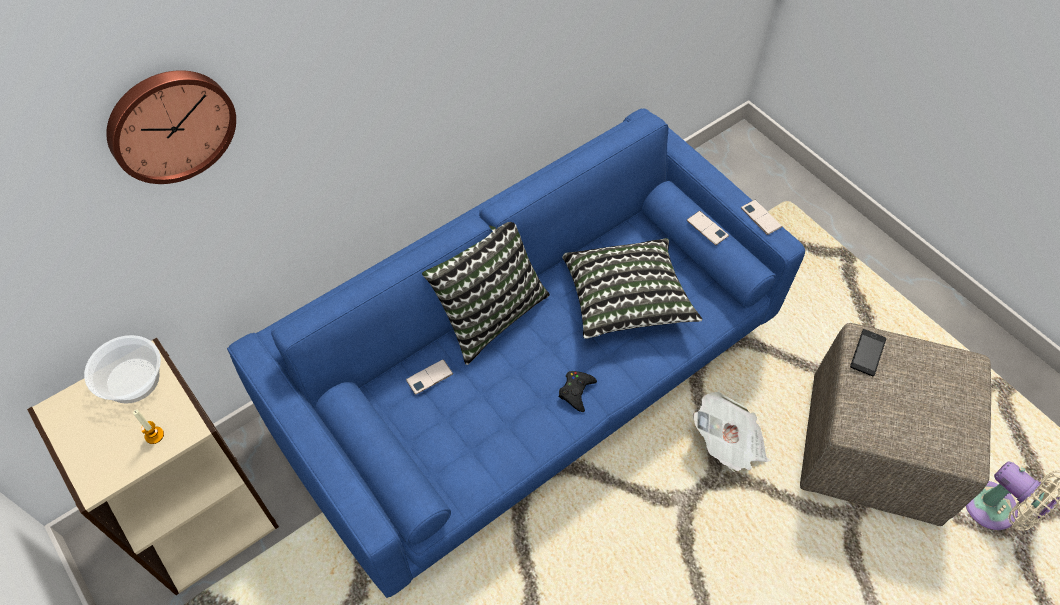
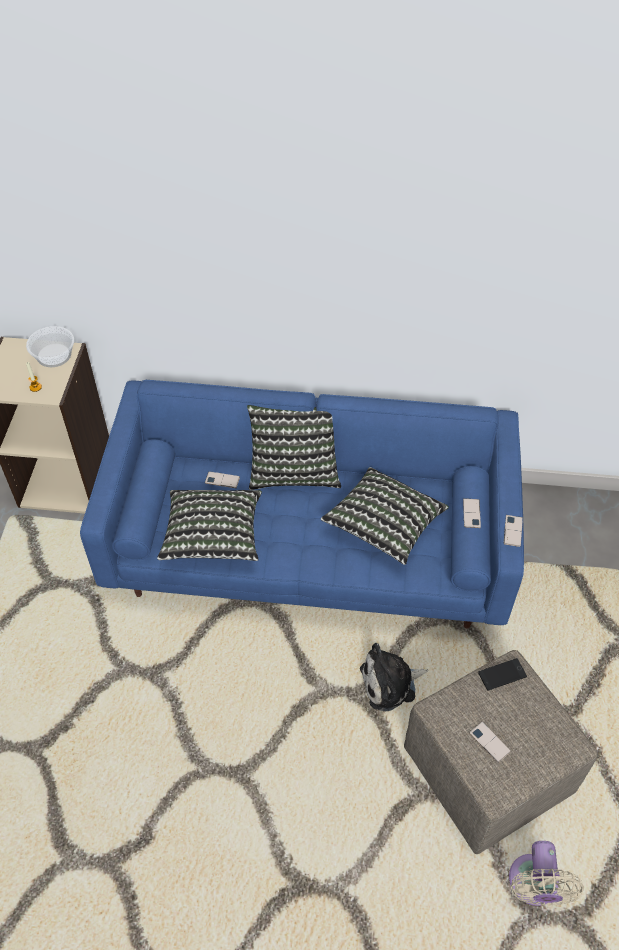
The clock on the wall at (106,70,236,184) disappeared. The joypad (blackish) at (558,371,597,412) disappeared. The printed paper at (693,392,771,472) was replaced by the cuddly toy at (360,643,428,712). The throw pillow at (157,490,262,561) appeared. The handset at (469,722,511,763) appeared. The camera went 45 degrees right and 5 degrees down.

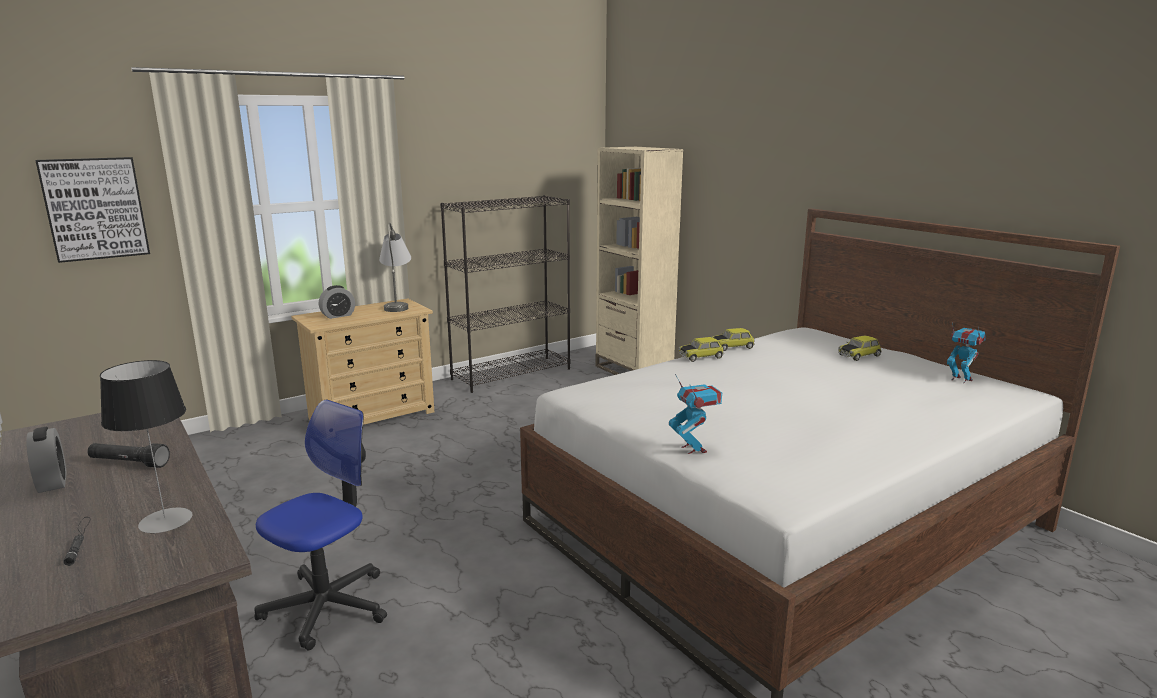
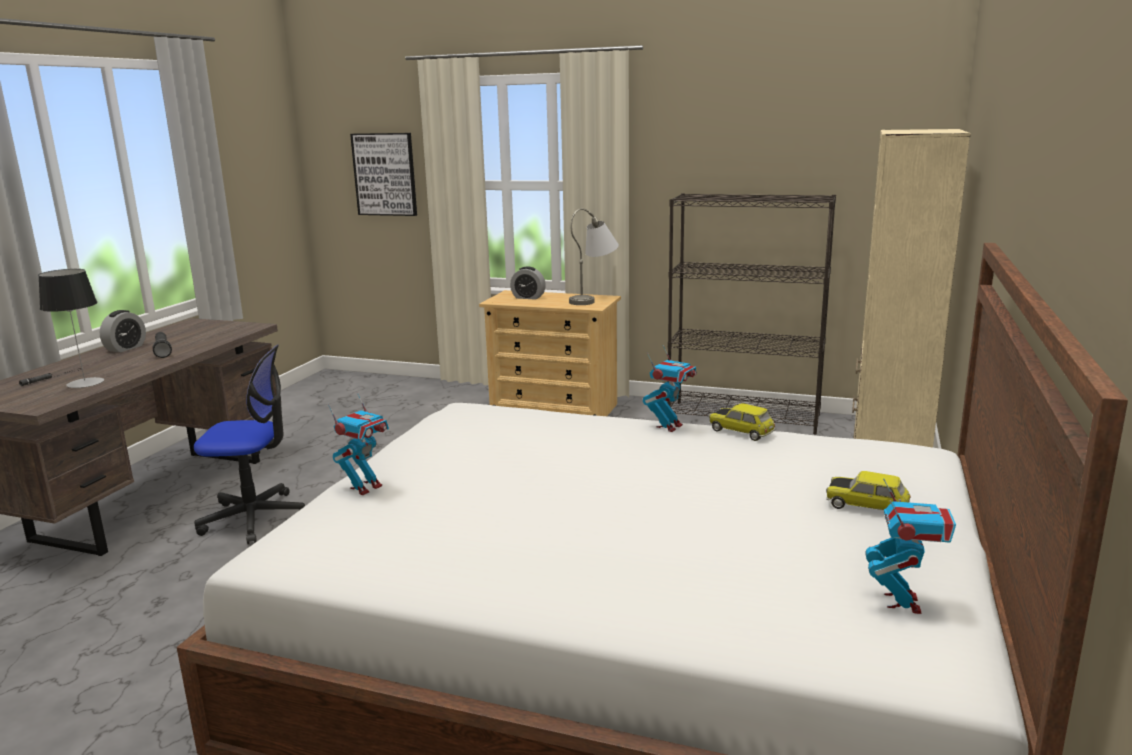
The toy car at (679,337,724,362) was replaced by the robot figure at (643,345,697,432). The camera went 55 degrees right and 0 degrees up.

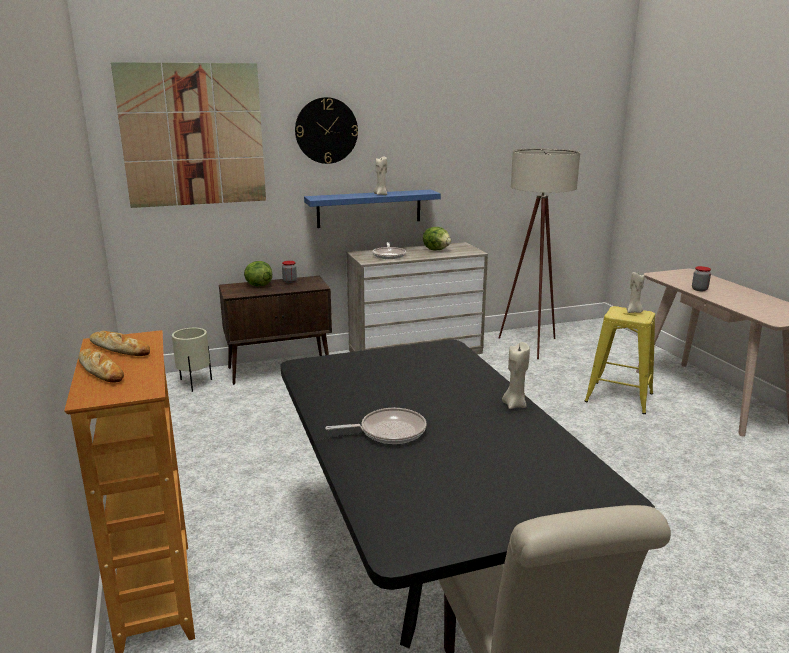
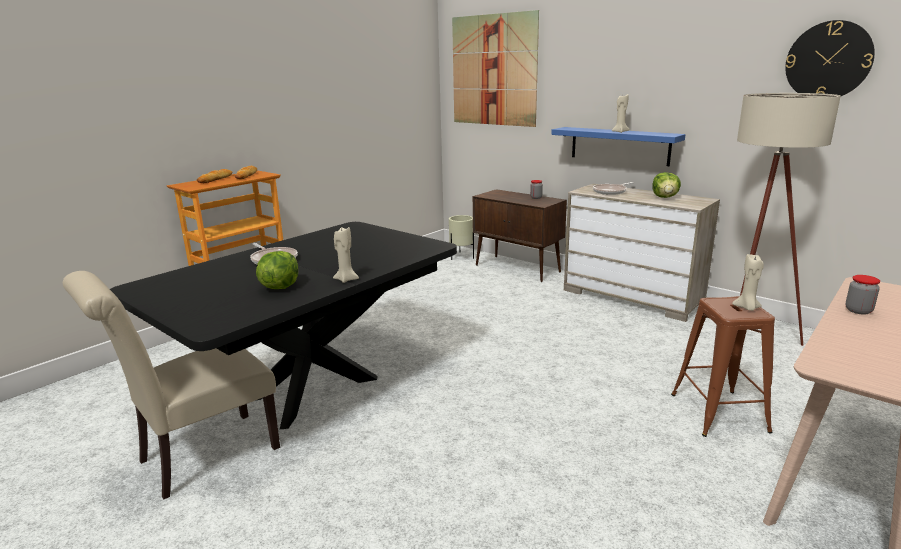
The lettuce moved from (244,261,272,286) to (256,251,298,289). The clock on the wall moved from (295,97,358,164) to (785,20,875,96). The sitting stool (yellow) at (584,306,655,414) became the sitting stool (brown) at (671,296,775,437). The camera went 60 degrees right and 0 degrees up.

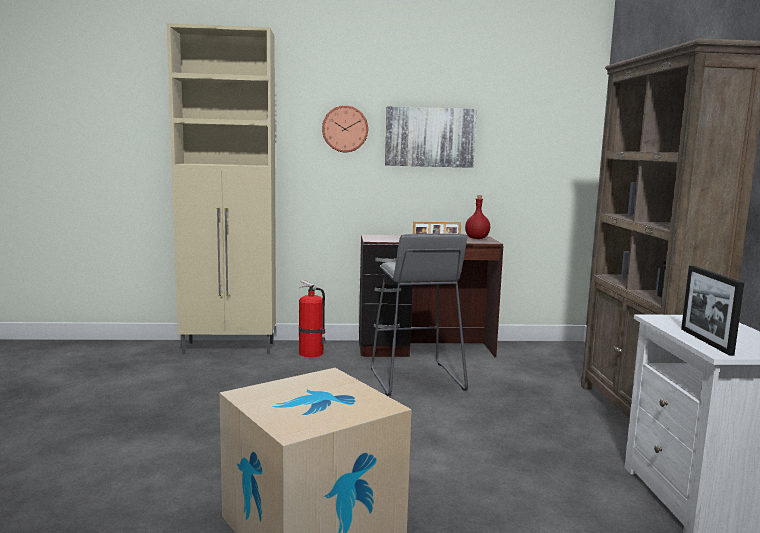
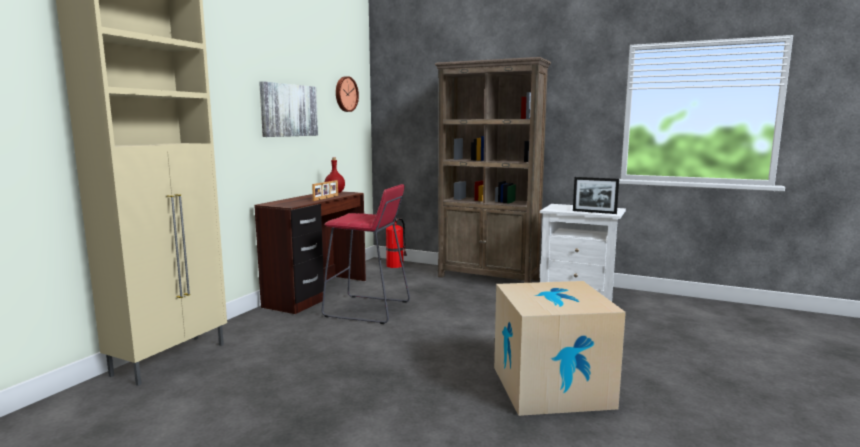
The fire extinguisher moved from (299,280,326,357) to (386,218,407,268). The clock on the wall moved from (322,105,368,152) to (336,76,359,112). The sitting stool (gray) at (371,233,468,396) became the sitting stool (reddish) at (322,184,410,324). The camera went 60 degrees left and 0 degrees up.

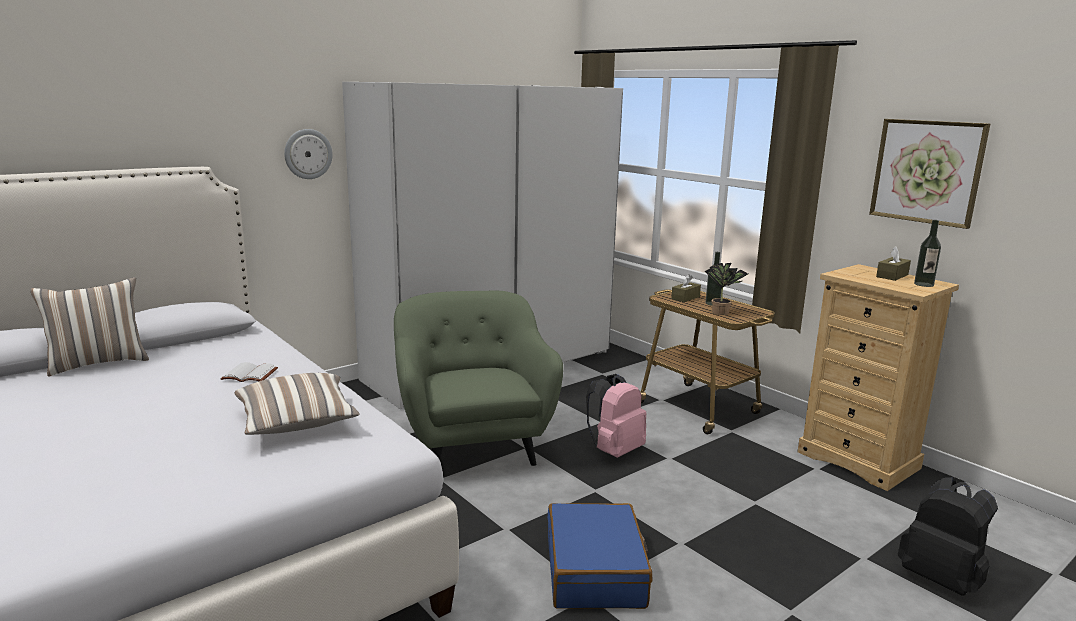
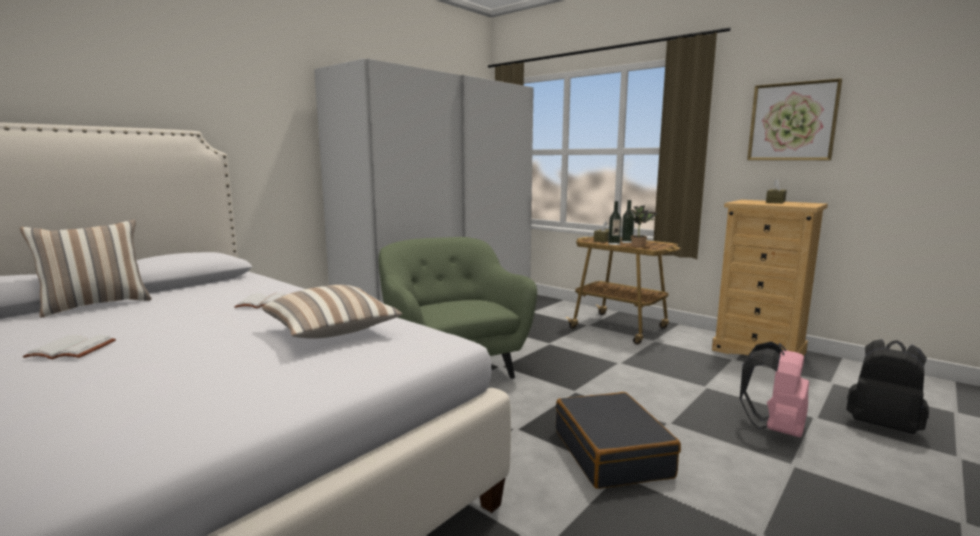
The clock on the wall at (284,129,333,179) disappeared. The travel case (blue) at (548,503,652,609) became the travel case (blackish) at (556,392,681,489). The rucksack (pink) moved from (586,374,646,458) to (740,342,809,437). The bottle moved from (914,220,941,287) to (608,201,622,245). The bound book (white-coloured) at (23,335,116,359) appeared. The camera went 10 degrees left and 5 degrees down.

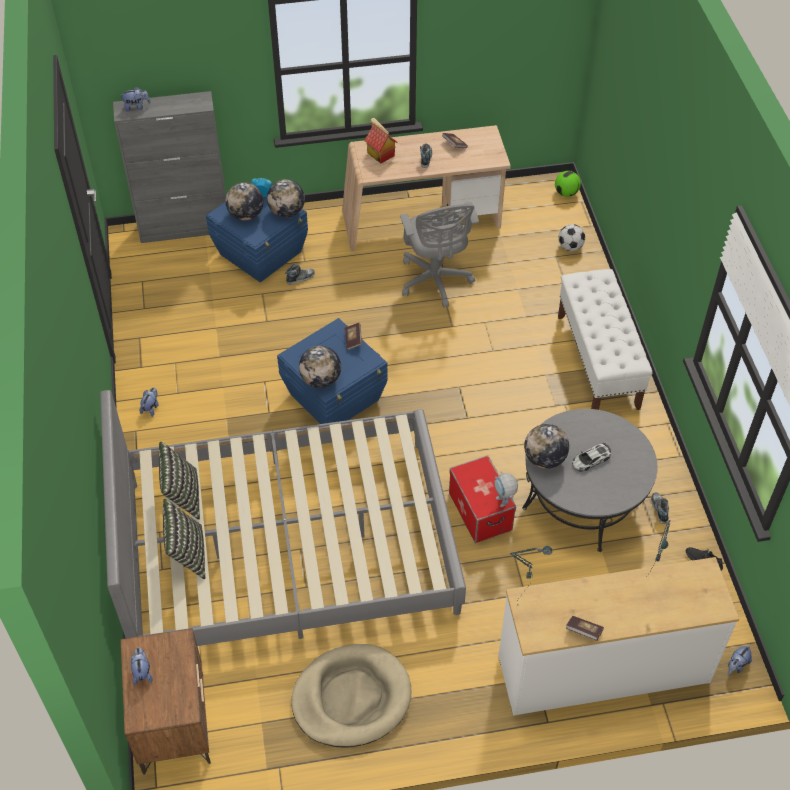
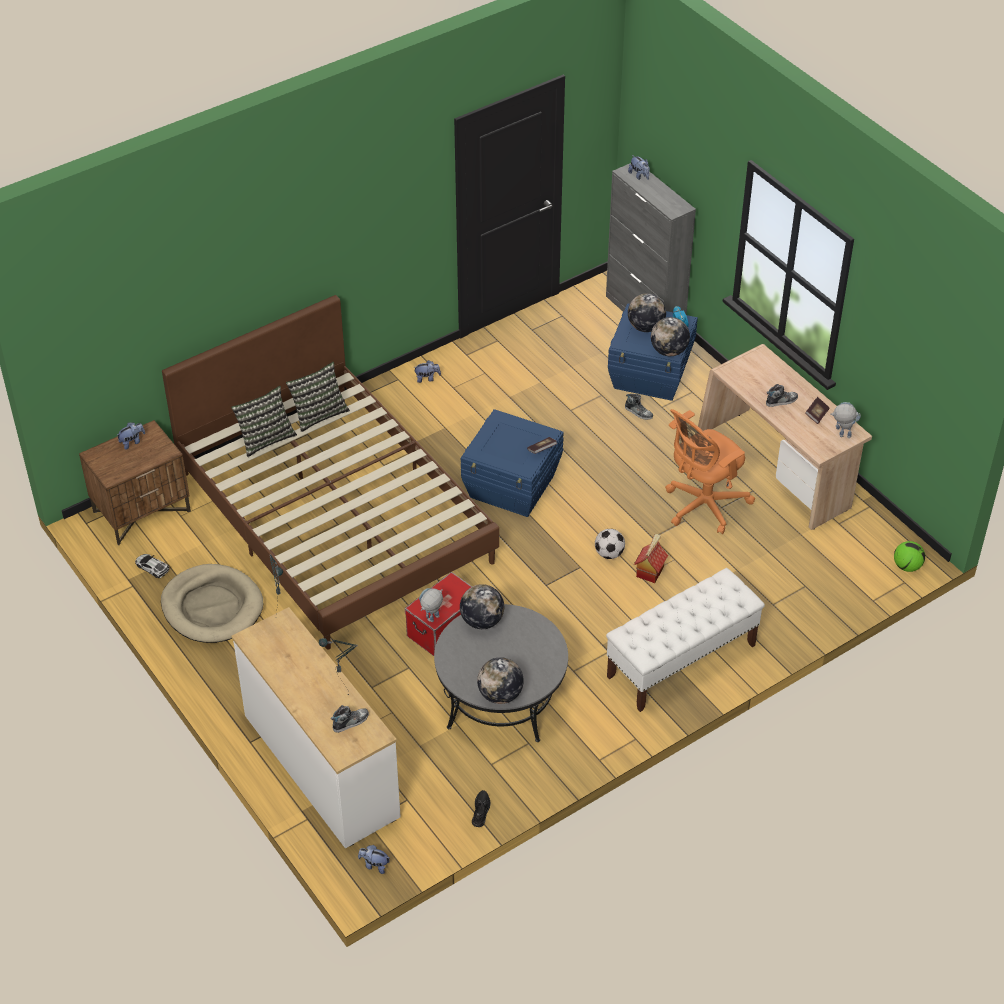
The bedroom bed (gray) at (100,390,466,646) became the bedroom bed (brown) at (162,295,499,650). The world globe moved from (299,346,341,388) to (477,657,524,704). The model house moved from (365,118,397,163) to (634,534,668,583). The computer chair (gray) at (400,202,479,307) became the computer chair (orange) at (665,409,755,534). The ball for football moved from (558,224,585,251) to (595,529,625,559). The bound book at (566,616,604,641) disappeared. The toy car moved from (572,443,611,472) to (135,554,170,578). The shoe moved from (651,492,669,524) to (331,705,369,733). The robot figure at (830,402,861,438) appeared. The camera went 65 degrees right and 5 degrees down.

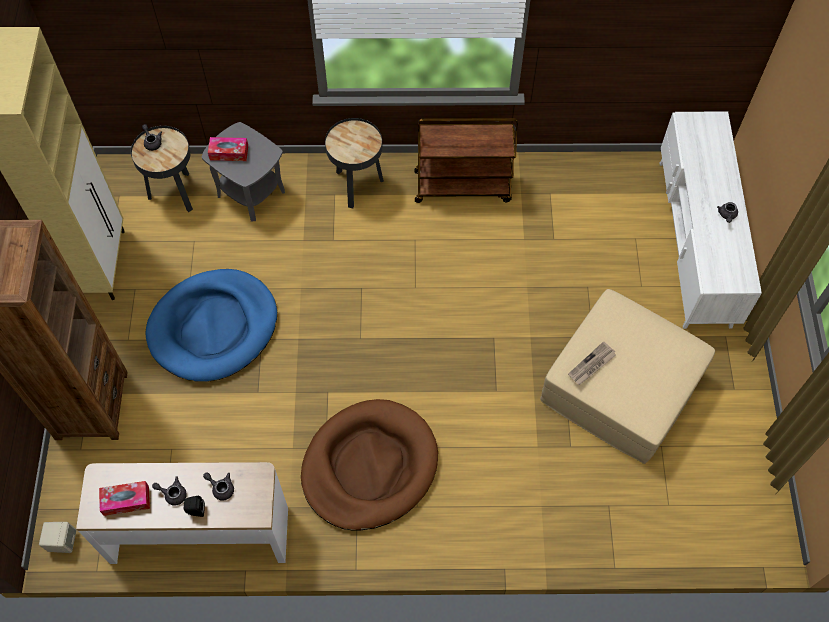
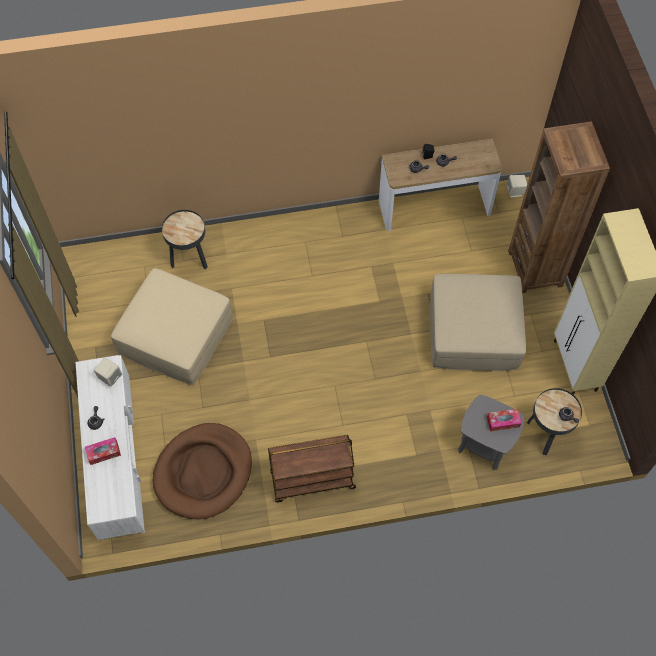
The tissue holder moved from (99,481,150,516) to (85,437,121,465). The dog cushion (blue) at (146,269,277,382) was replaced by the pouffe (sand-coloured) at (430,274,526,371). The dog cushion (brown) moved from (301,399,438,530) to (153,423,252,519). The side table (blackish) moved from (325,118,384,208) to (162,210,208,270). The printed paper at (568,341,616,385) disappeared. The speaker (sand-coloured) at (94,358,122,387) appeared. The camera went 170 degrees right and 0 degrees up.

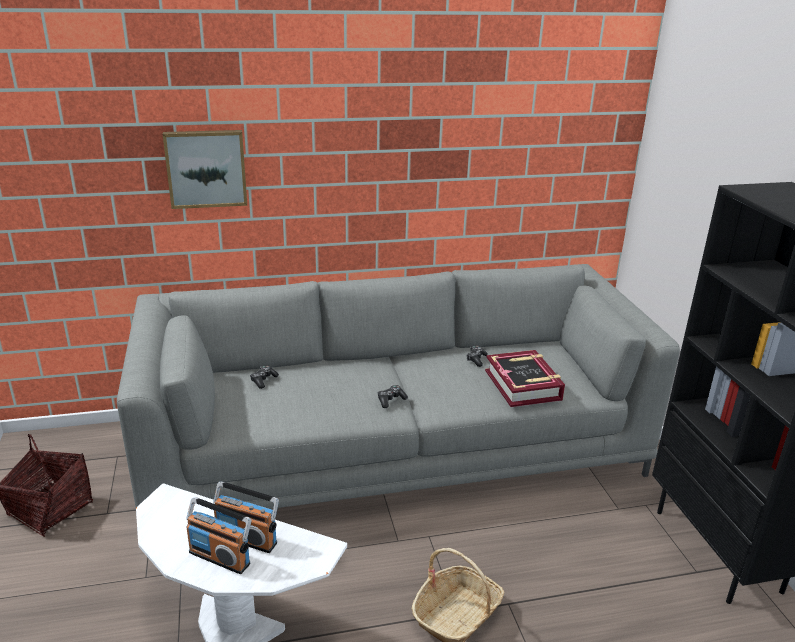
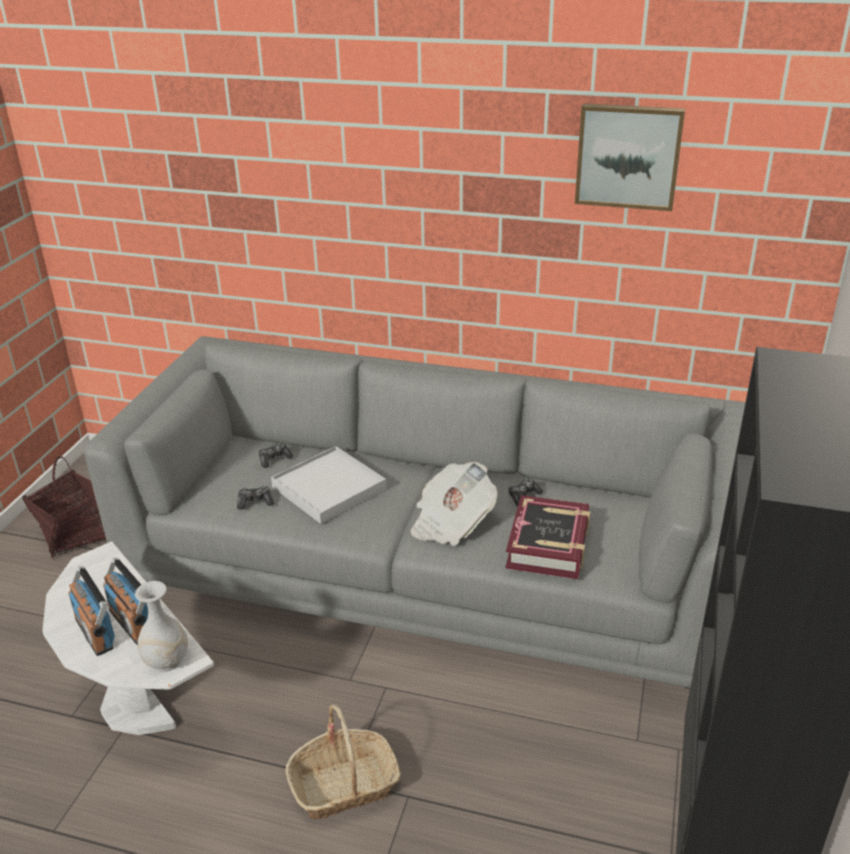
The wall art moved from (163,130,247,209) to (575,103,685,211). The joypad moved from (378,385,408,408) to (237,486,274,510). The decorative vase (white-coloured) at (135,581,188,672) appeared. The serving tray (white-coloured) at (271,446,386,524) appeared. The printed paper at (411,462,497,546) appeared. The camera went 30 degrees right and 5 degrees up.

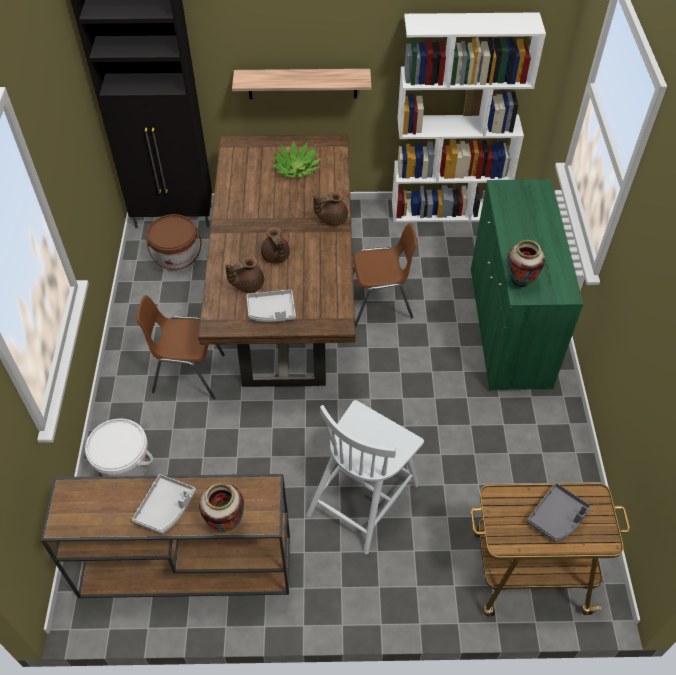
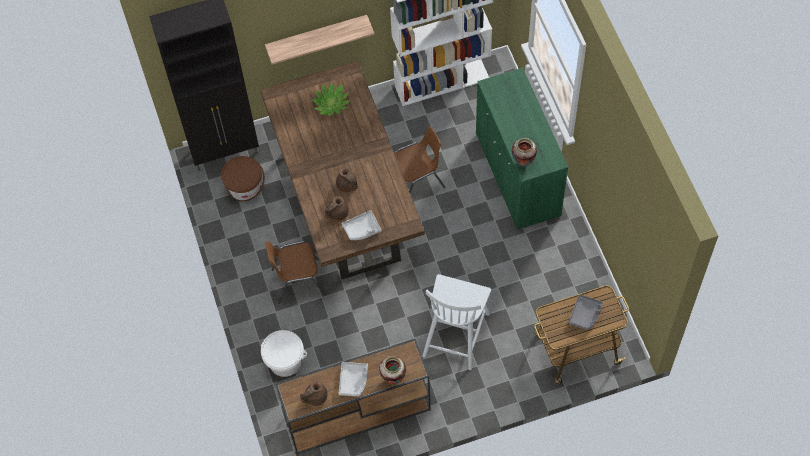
The teapot (brown) moved from (313,191,348,226) to (300,381,328,406). The camera went 15 degrees left and 10 degrees up.

